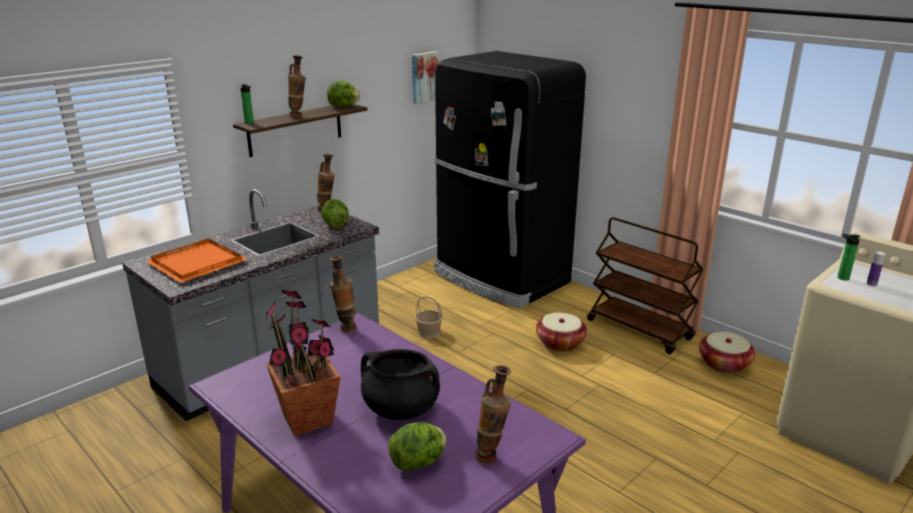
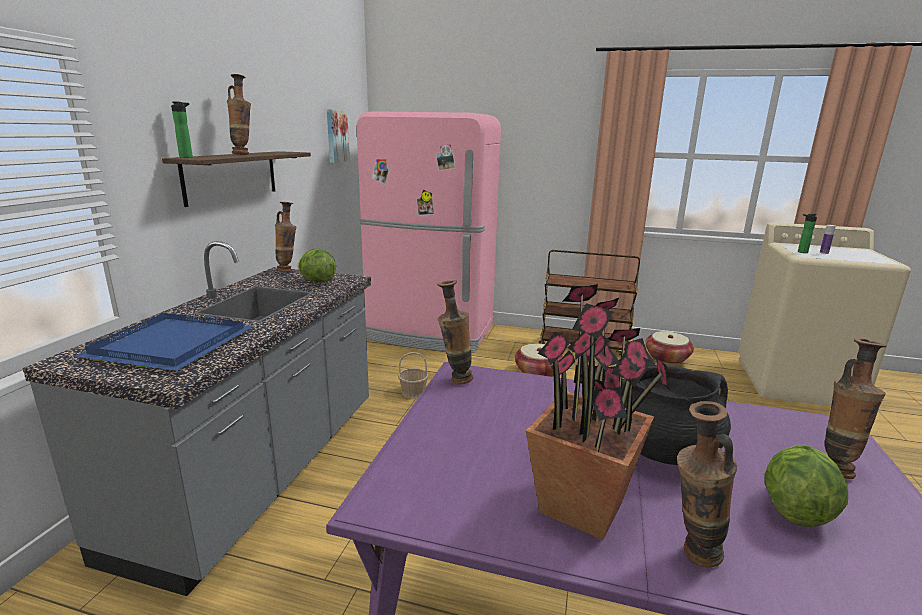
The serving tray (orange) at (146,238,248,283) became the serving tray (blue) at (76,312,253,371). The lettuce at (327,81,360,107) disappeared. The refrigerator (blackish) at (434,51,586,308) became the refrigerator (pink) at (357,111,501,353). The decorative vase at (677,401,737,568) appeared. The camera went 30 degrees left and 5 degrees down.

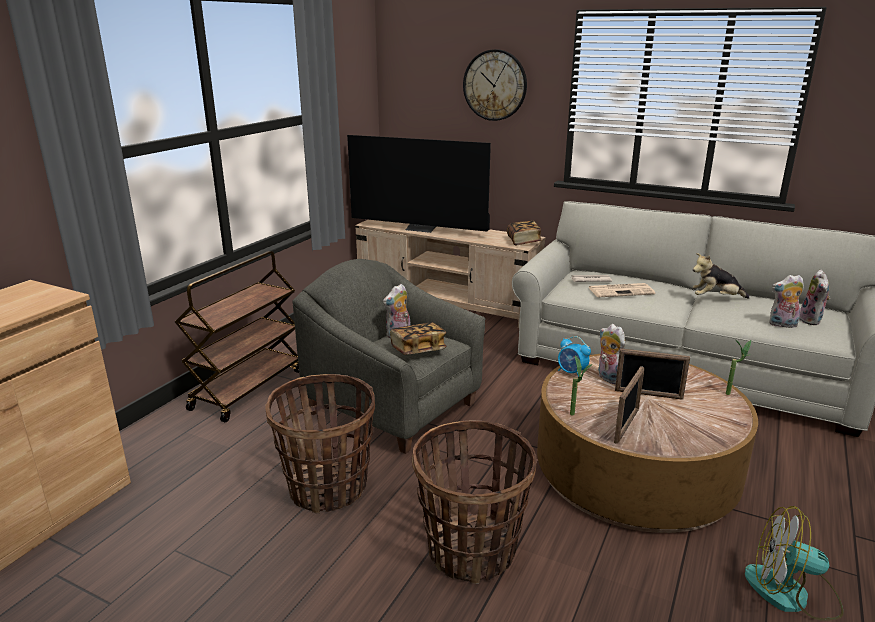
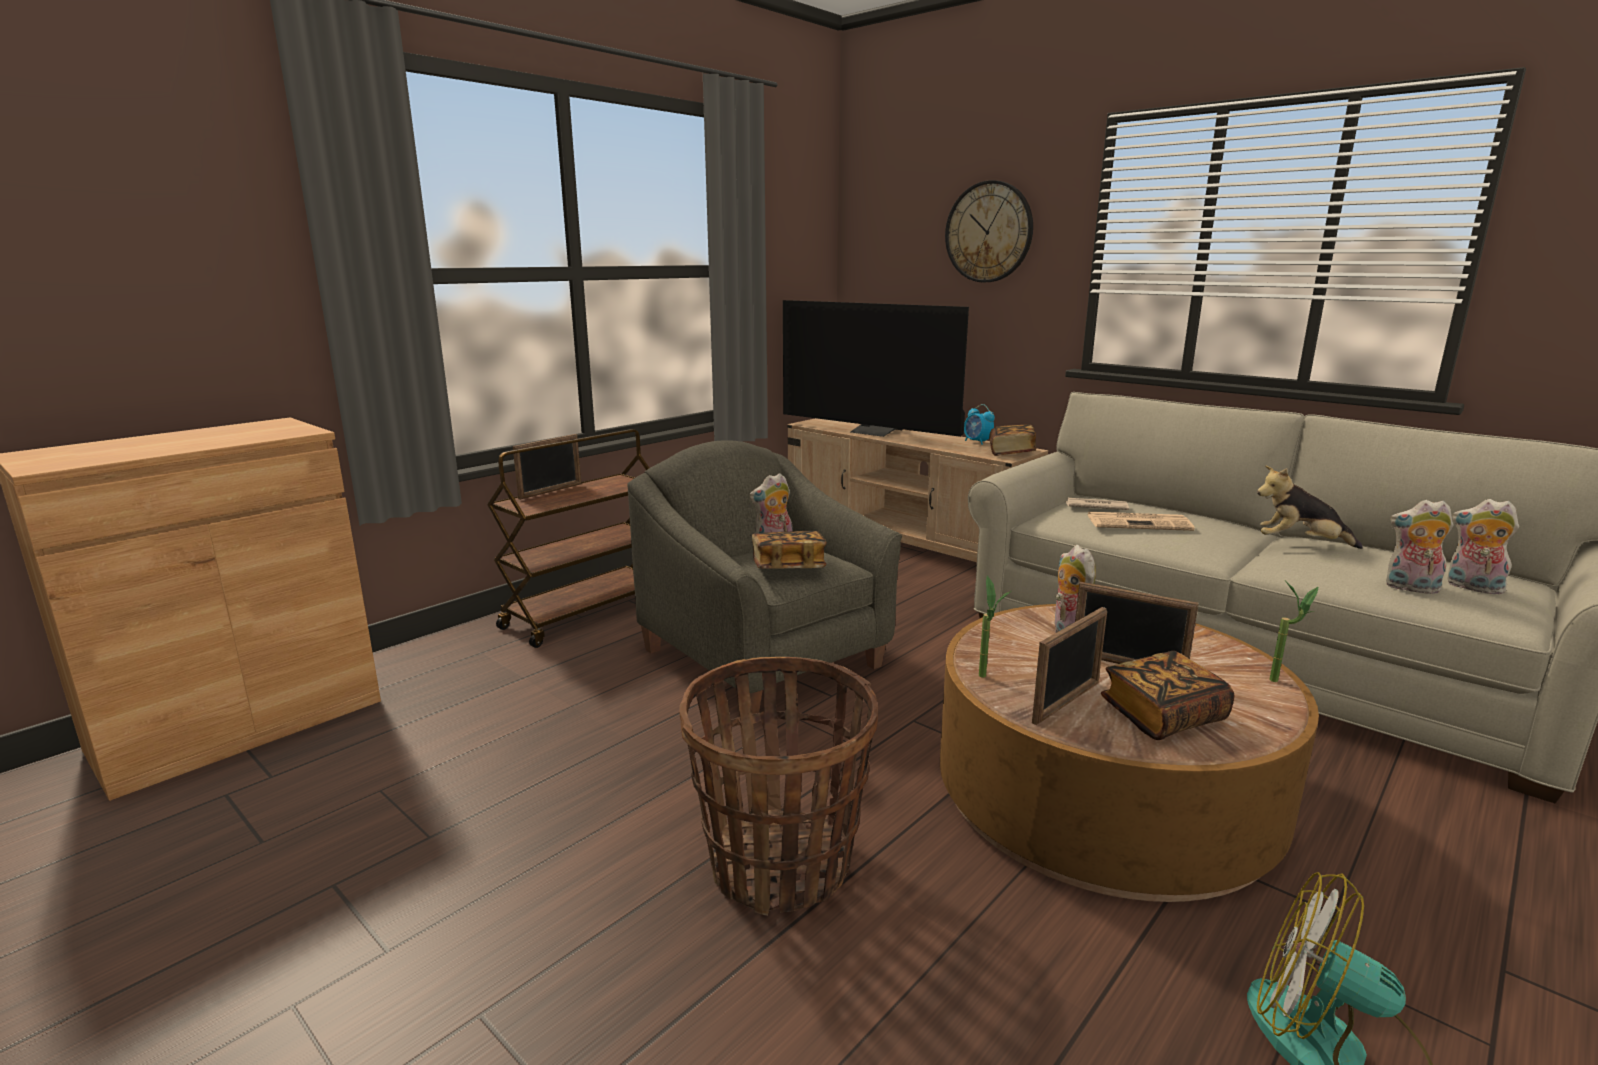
The basket at (265,374,375,514) disappeared. The bedside clock moved from (558,336,591,377) to (964,404,995,445). The cuddly toy at (799,270,830,325) turned 105 degrees clockwise. The picture frame at (513,434,581,500) appeared. The bound book at (1101,651,1235,740) appeared. The camera went 15 degrees right and 5 degrees down.

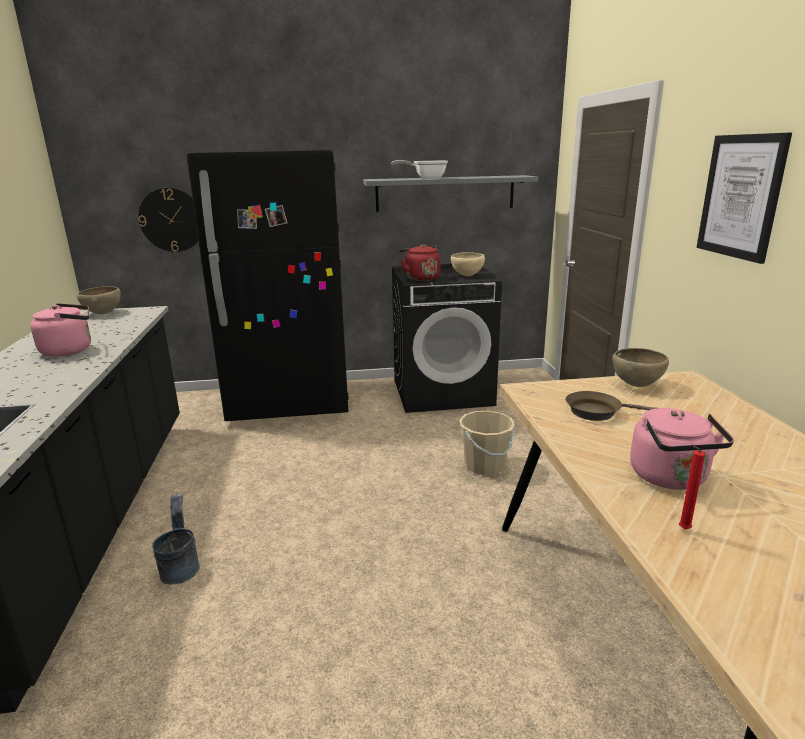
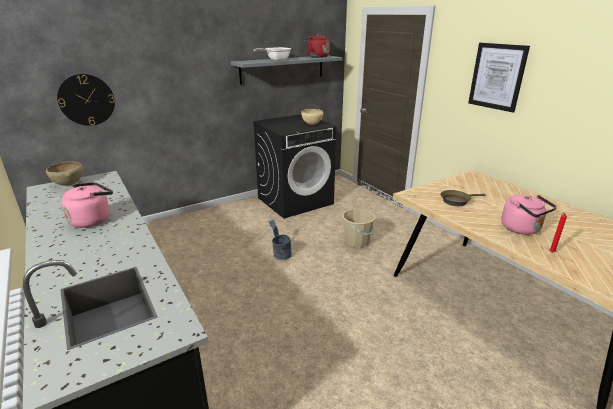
The water bucket (gray) moved from (152,494,200,584) to (268,220,292,260). The refrigerator (blackish) at (186,149,349,421) disappeared. The kettle (reddish) moved from (399,244,441,281) to (304,34,330,58). The serving bowl (brown) at (612,348,669,387) disappeared. The camera went 25 degrees left and 5 degrees up.

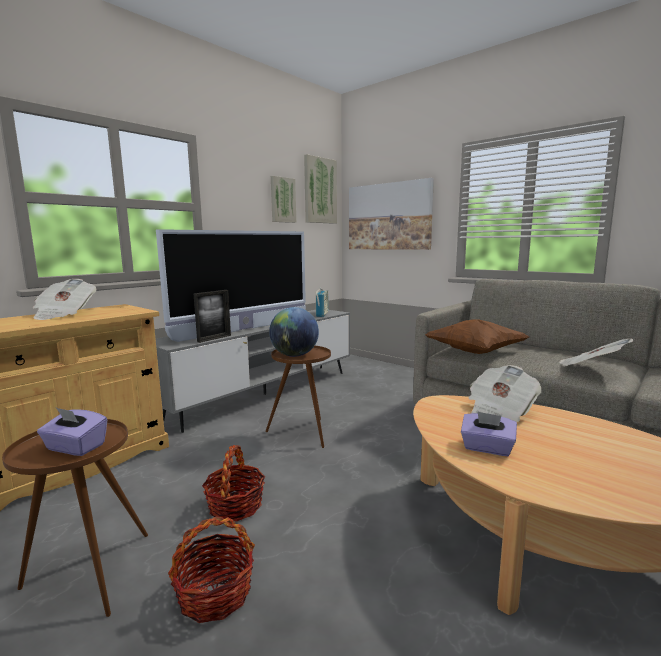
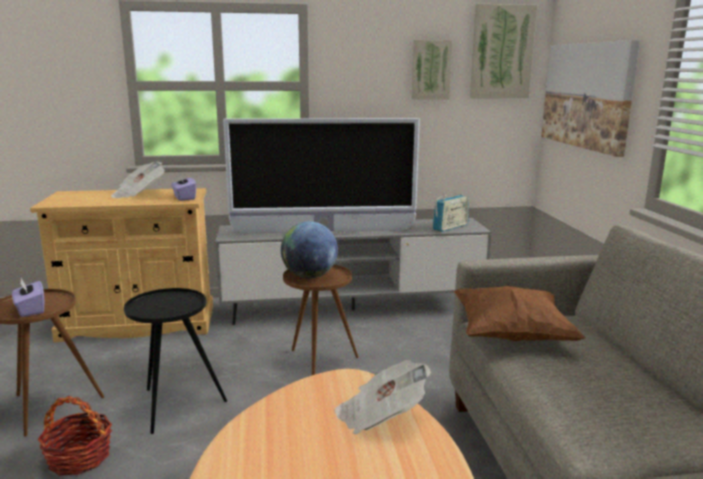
The picture frame at (194,290,231,343) disappeared. The basket at (202,445,265,521) was replaced by the side table (blackish) at (124,288,227,434). The tissue holder (purple-coloured) moved from (461,412,517,456) to (171,174,196,201). The printed paper at (559,339,633,367) disappeared. The camera went 40 degrees right and 5 degrees up.

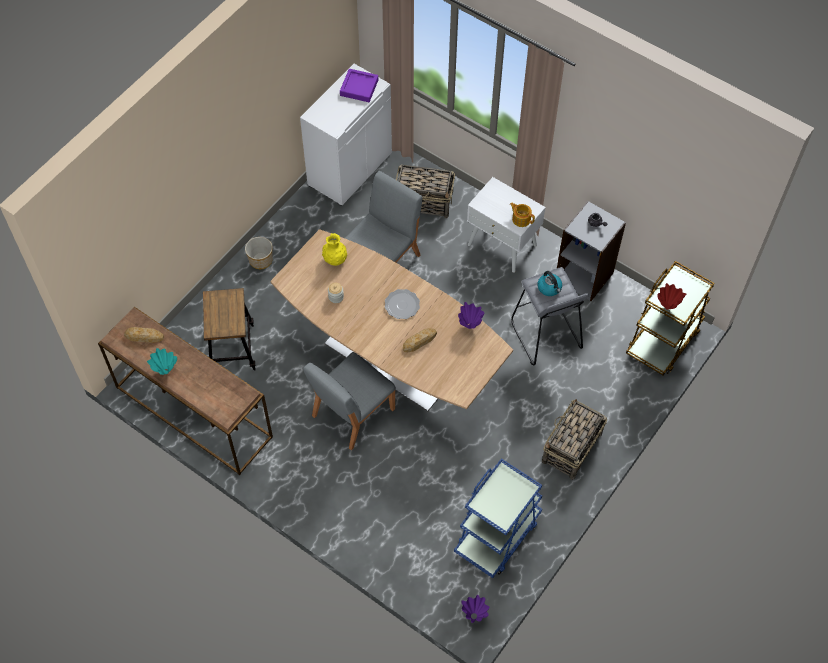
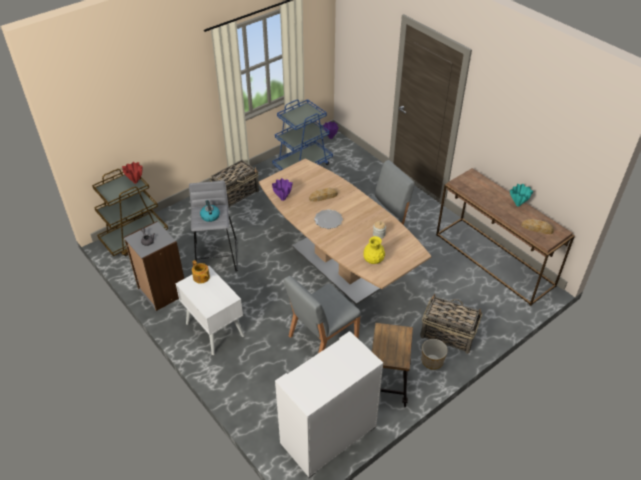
The sitting stool moved from (203,288,256,371) to (372,323,413,407). The serving tray (purple-coloured) at (340,69,378,102) disappeared. The basket moved from (396,164,455,218) to (420,294,482,354). The camera went 165 degrees left and 15 degrees down.

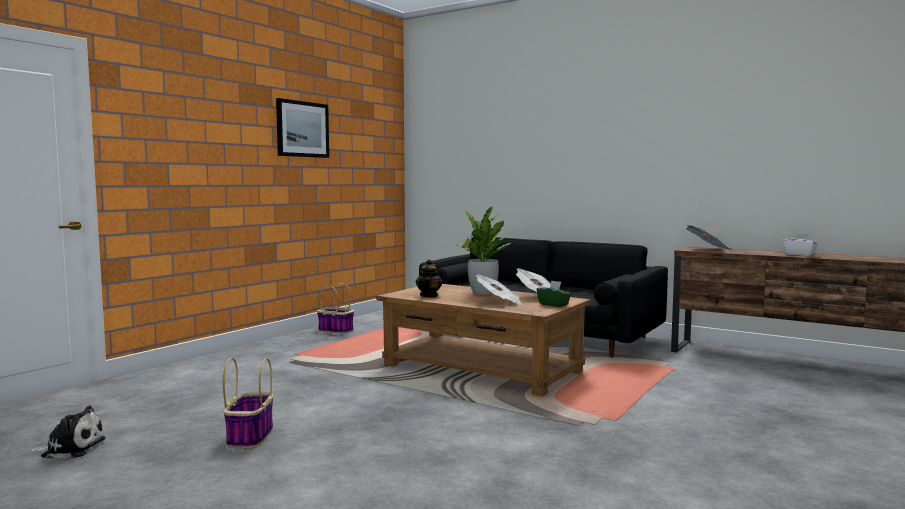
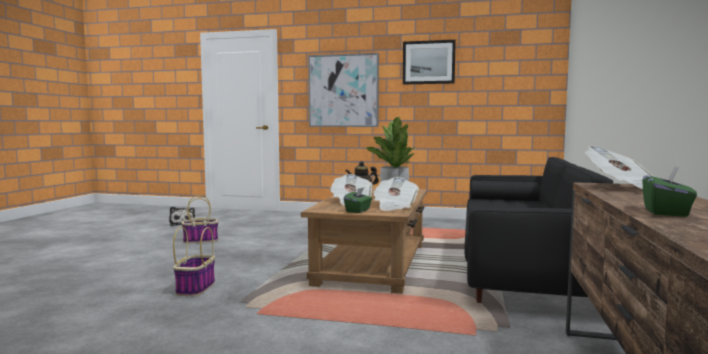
The basket moved from (317,283,354,334) to (173,226,215,296). The tissue holder (white-coloured) at (783,233,817,256) became the tissue holder (greenish) at (642,165,697,217). The wall art at (308,53,379,127) appeared. The camera went 70 degrees right and 0 degrees up.

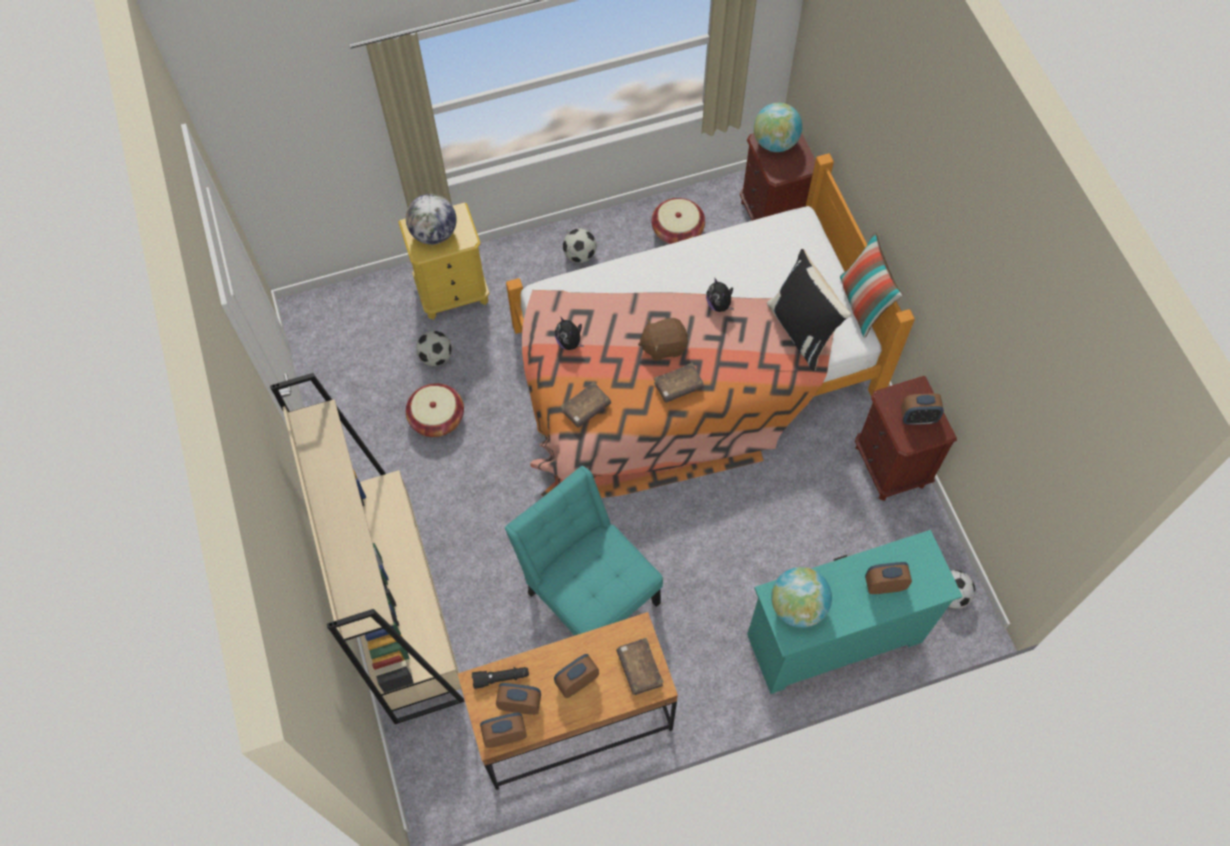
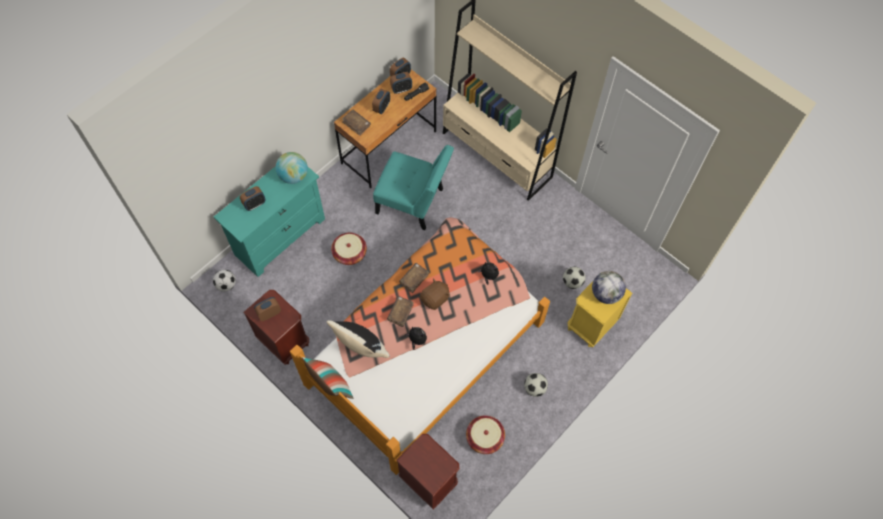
The basket moved from (406,383,464,437) to (331,233,367,265). The bound book (brown) moved from (560,382,611,428) to (387,296,414,327). The world globe at (754,103,802,152) disappeared. The camera went 150 degrees right and 0 degrees up.

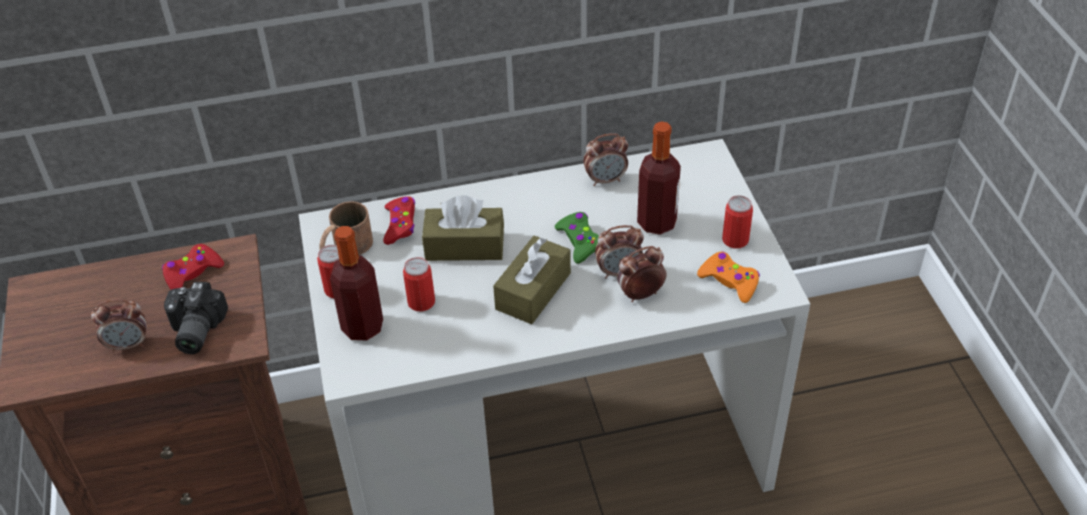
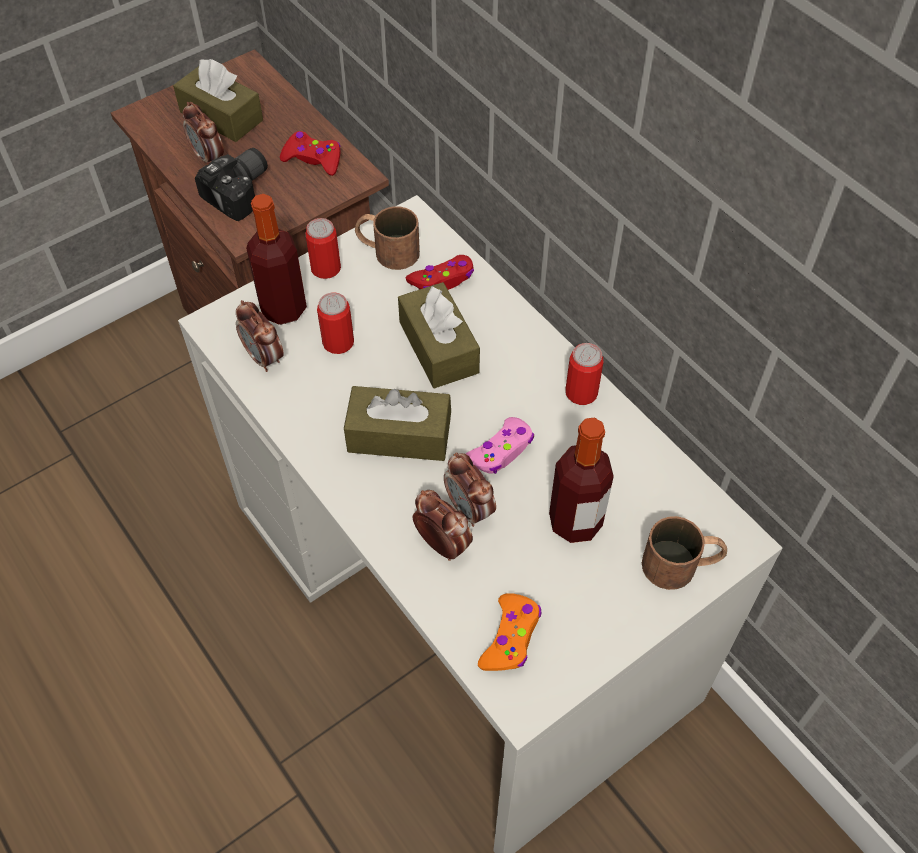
The photo camera at (164,282,228,354) turned 150 degrees clockwise. The joypad (greenish) at (555,212,599,264) became the joypad (pink) at (466,417,534,474). The bedside clock moved from (583,133,628,186) to (236,300,284,372). The metal can moved from (722,195,753,249) to (565,343,604,405). The tissue holder (brown) at (173,59,263,142) appeared. The coffee mug (brown) at (642,516,727,590) appeared. The camera went 65 degrees right and 10 degrees up.

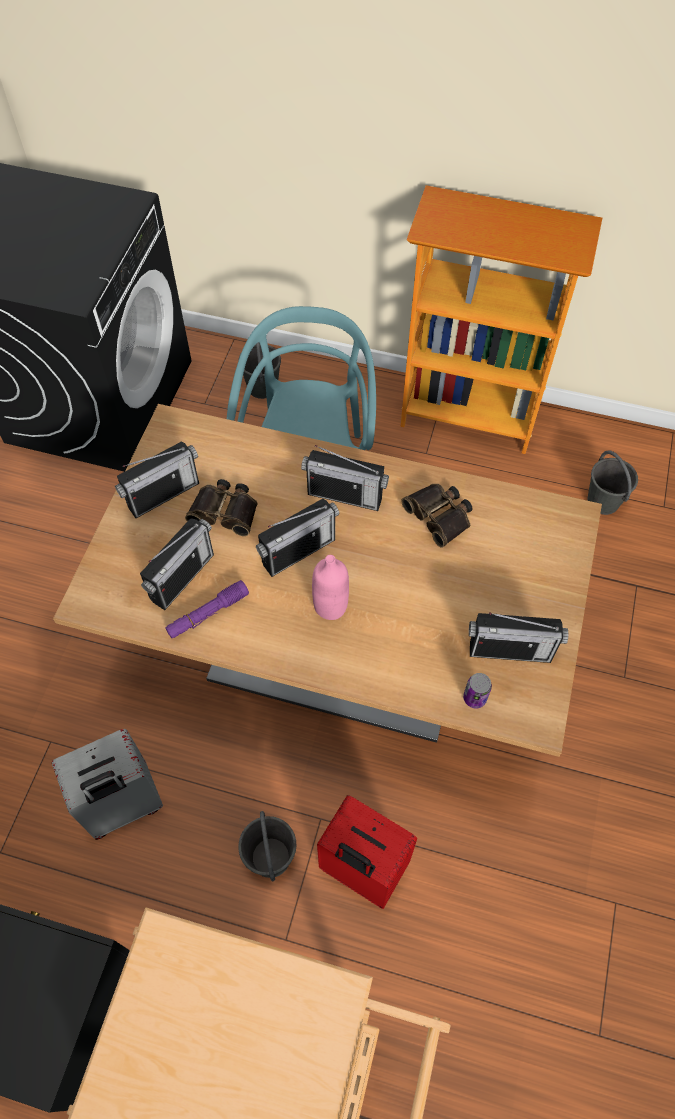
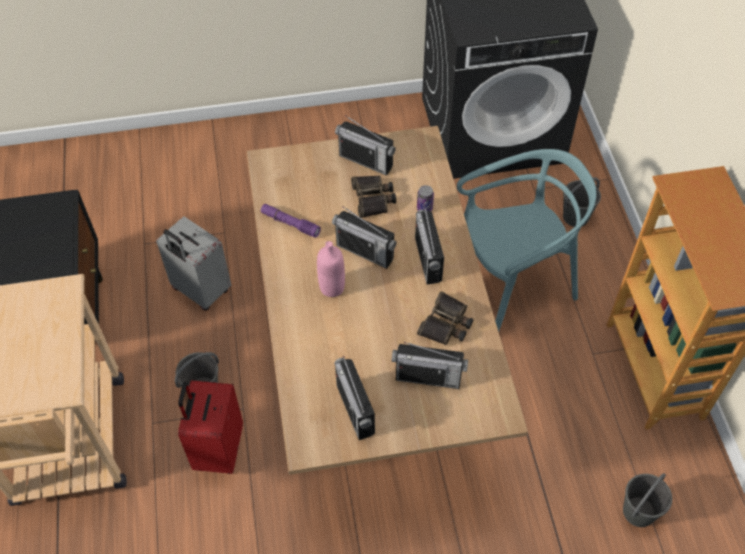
The radio receiver moved from (140,518,214,610) to (392,342,468,389). The metal can moved from (463,673,492,708) to (417,185,434,212). The camera went 65 degrees right and 5 degrees down.

